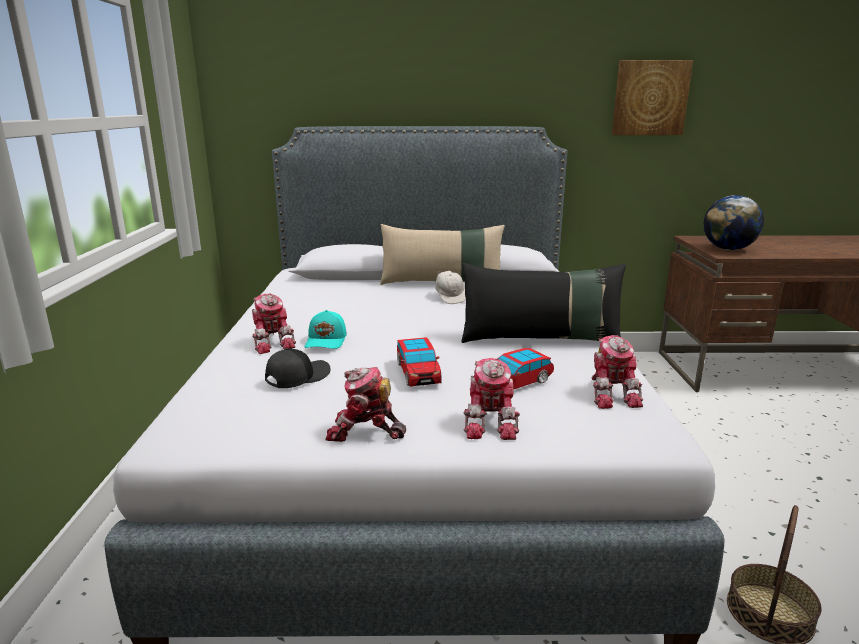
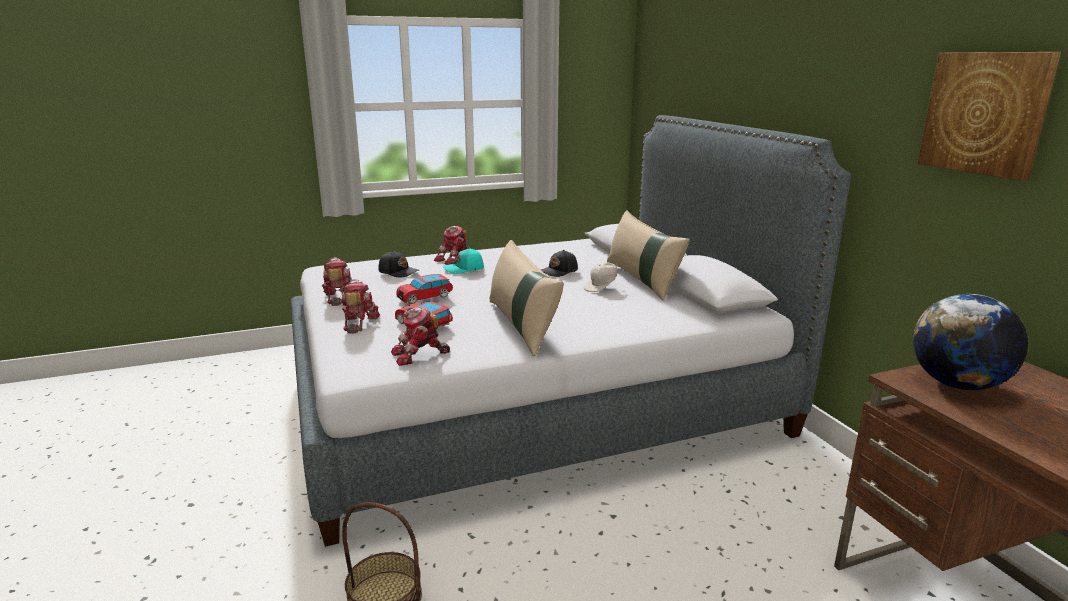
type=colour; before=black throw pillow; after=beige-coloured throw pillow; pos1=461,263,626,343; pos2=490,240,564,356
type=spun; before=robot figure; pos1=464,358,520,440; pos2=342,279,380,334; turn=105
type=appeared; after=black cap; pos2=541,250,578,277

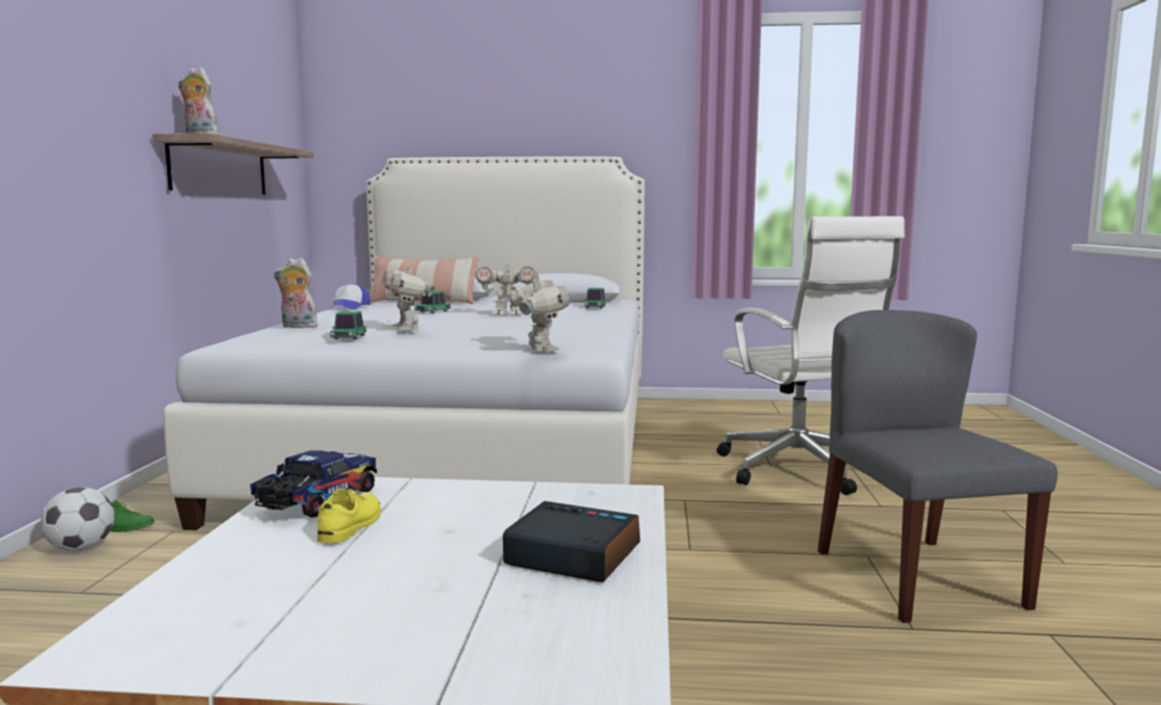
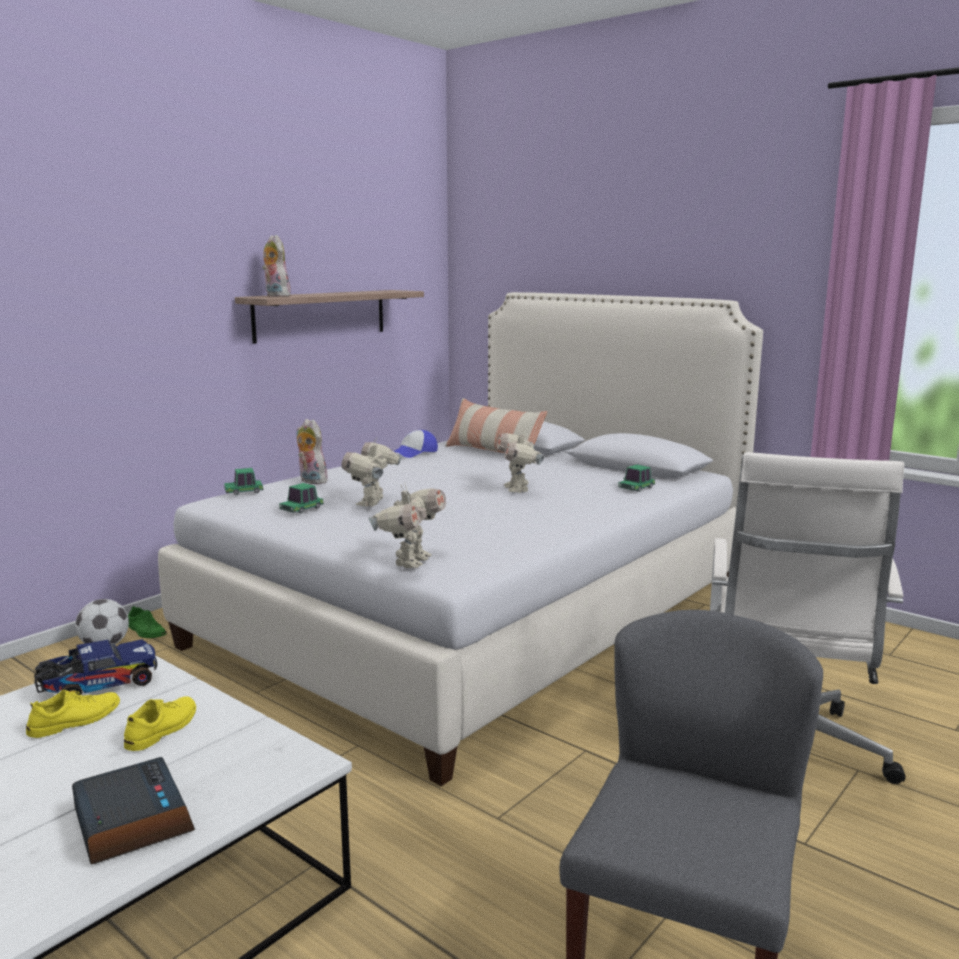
type=relocated; before=miniature car; pos1=415,291,451,313; pos2=224,468,264,495
type=spun; before=robot figure; pos1=475,258,539,315; pos2=497,429,544,493; turn=45
type=appeared; after=yellow item of footwear; pos2=124,696,196,751

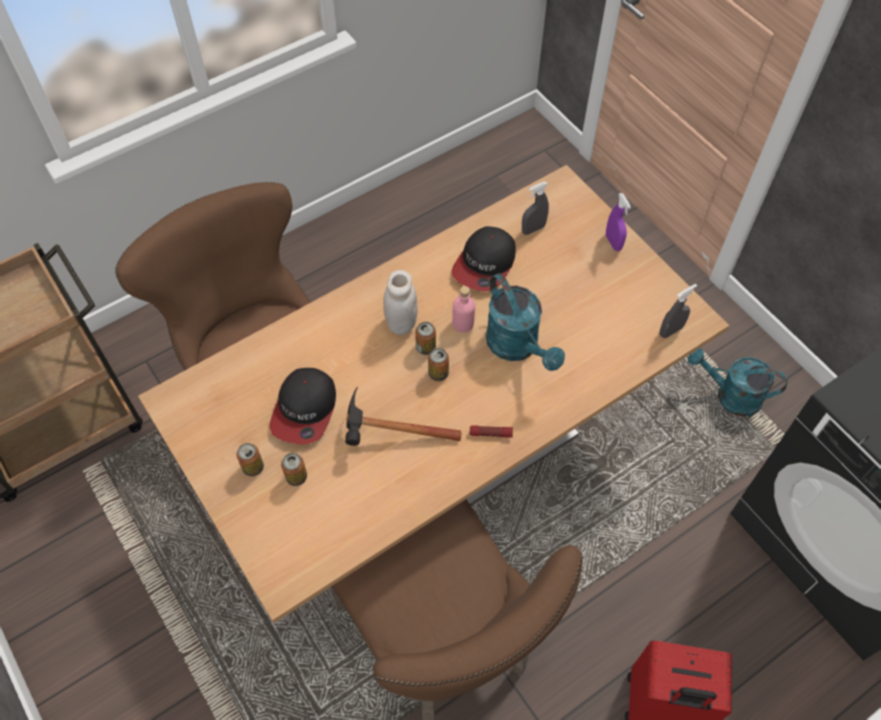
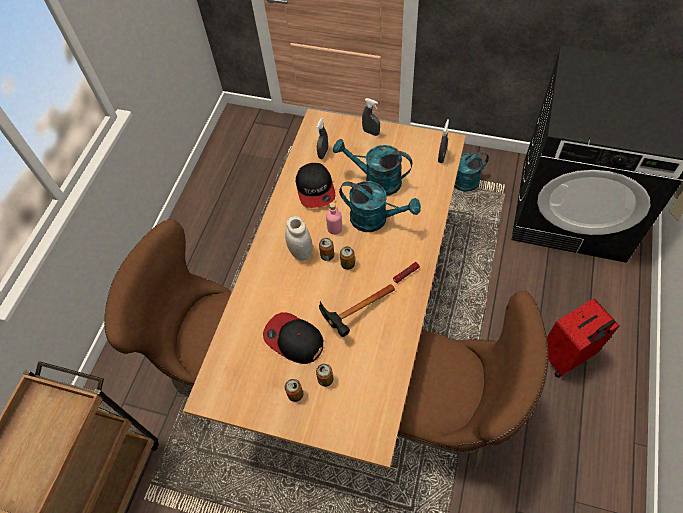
type=spun; before=cap; pos1=270,368,336,444; pos2=263,312,323,364; turn=150
type=colour; before=purple-coloured hand sprayer; after=grey hand sprayer; pos1=606,193,631,251; pos2=362,98,380,136
type=appeared; after=turquoise-coloured sprinkling can; pos2=333,139,412,196

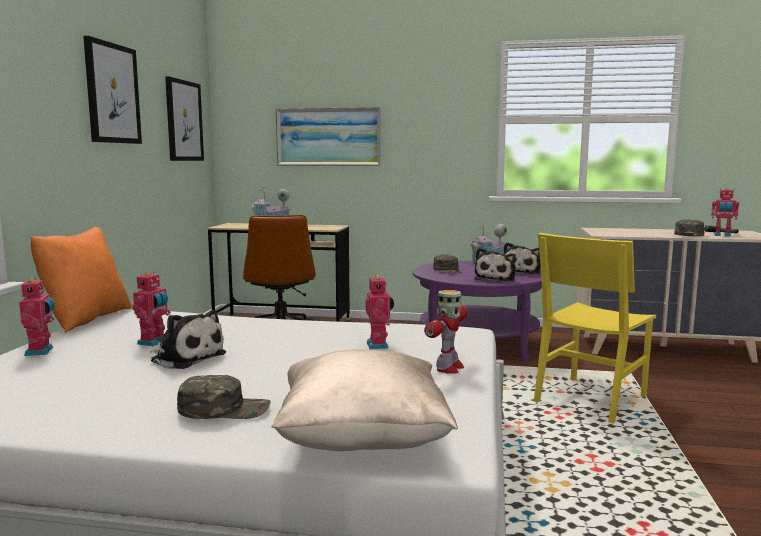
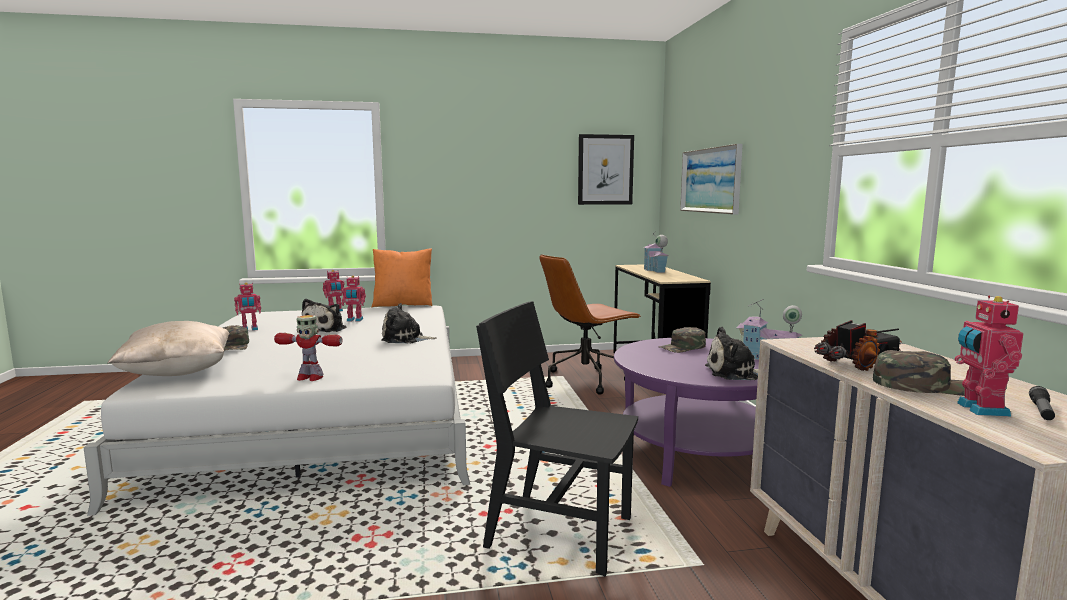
type=missing; before=wall picture; pos1=83,36,142,144
type=relocated; before=robot figure; pos1=366,275,394,349; pos2=234,283,261,331
type=relocated; before=soft toy; pos1=475,248,516,281; pos2=381,303,437,343
type=colour; before=yellow upright chair; after=black upright chair; pos1=534,233,656,423; pos2=476,301,638,577
type=appeared; after=toy lorry; pos2=814,320,903,371

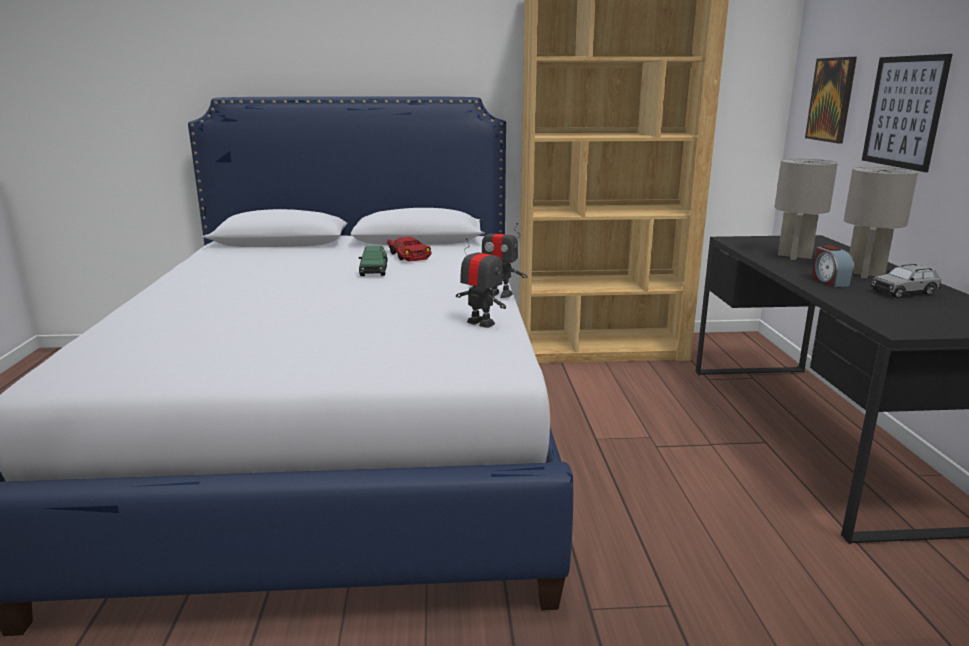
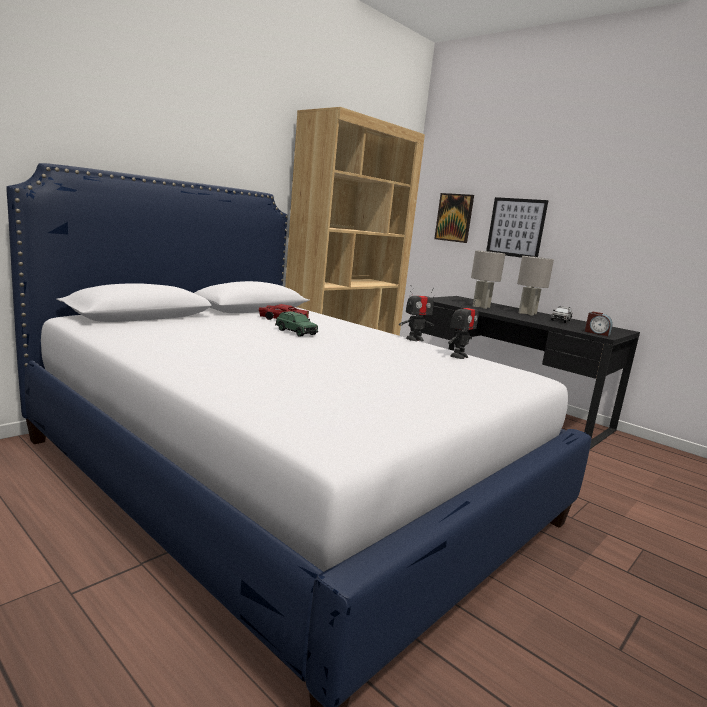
type=spun; before=robot figure; pos1=456,238,506,328; pos2=448,298,479,359; turn=135
type=relocated; before=alarm clock; pos1=812,245,854,287; pos2=585,312,613,336

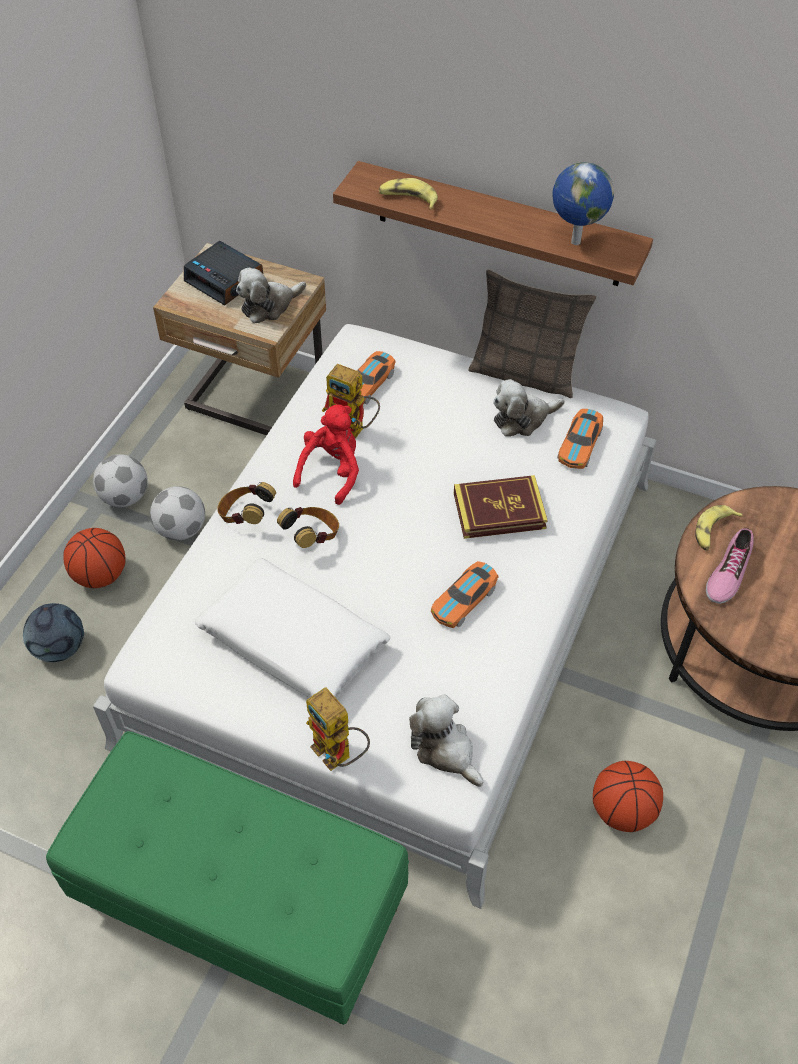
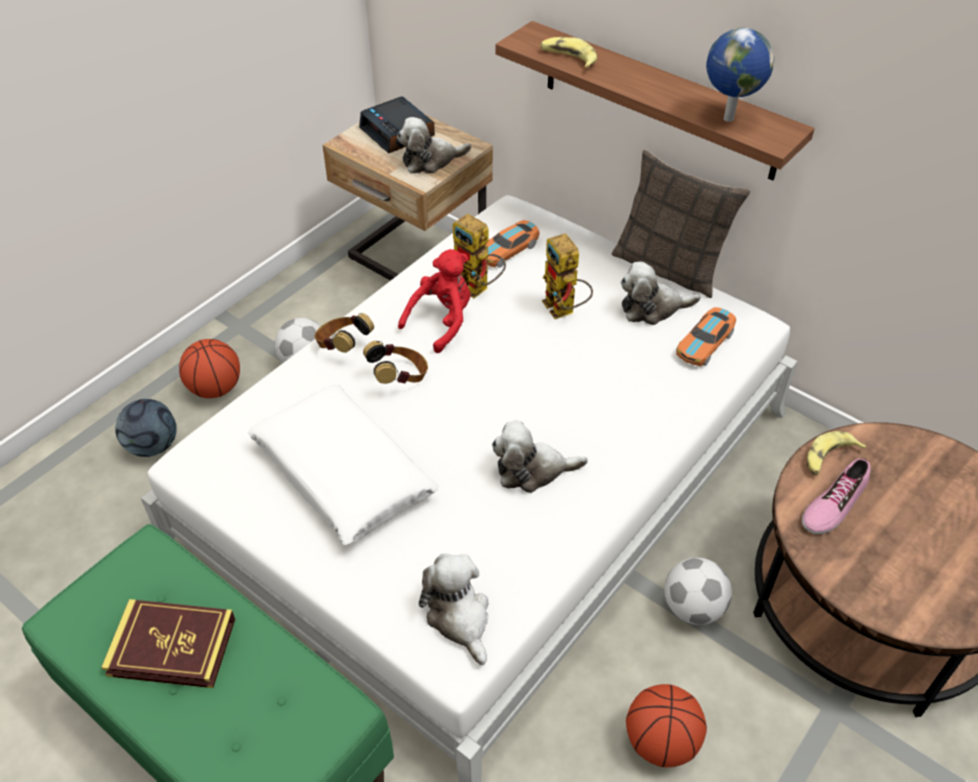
type=relocated; before=ball for football; pos1=93,454,148,507; pos2=664,558,732,625
type=relocated; before=robot figure; pos1=306,688,370,771; pos2=542,233,593,319
type=exchanged; before=miniature car; after=soft toy; pos1=431,561,499,628; pos2=492,421,588,493
type=relocated; before=book; pos1=454,475,548,539; pos2=101,599,235,688

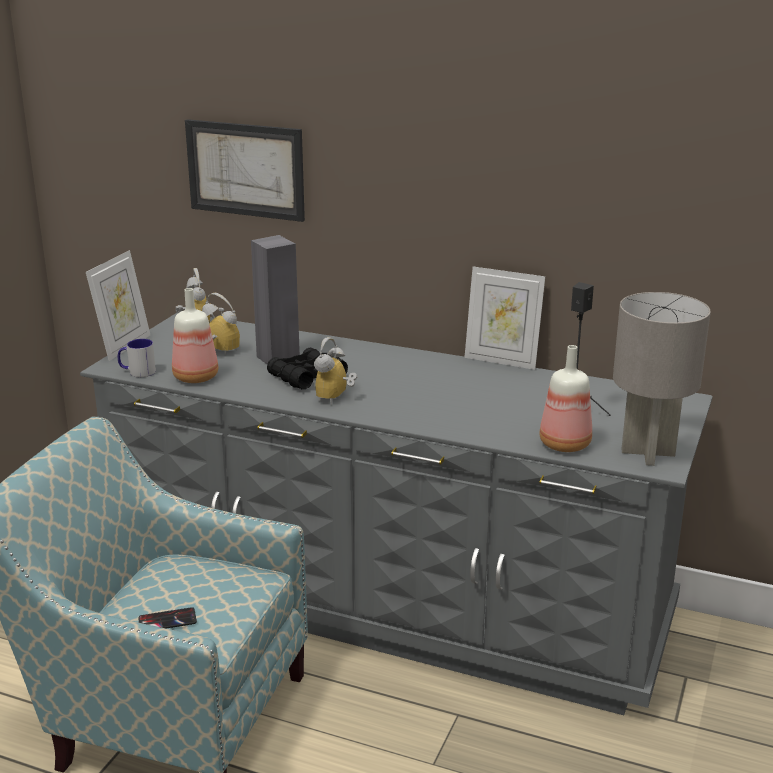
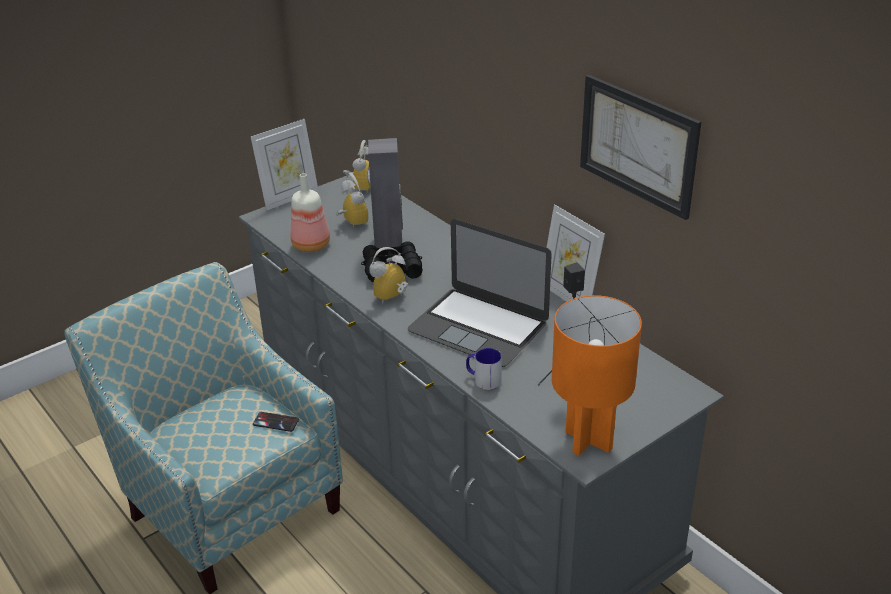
type=relocated; before=mug; pos1=118,339,156,377; pos2=466,348,502,390
type=relocated; before=telephone; pos1=138,607,197,629; pos2=253,412,299,432
type=relocated; before=wall picture; pos1=185,119,305,222; pos2=580,75,701,220
type=missing; before=bottle; pos1=540,345,592,452
type=colour; before=grey table lamp; after=orange table lamp; pos1=613,292,711,466; pos2=552,295,642,456
type=appeared; after=portable computer; pos2=408,219,552,367

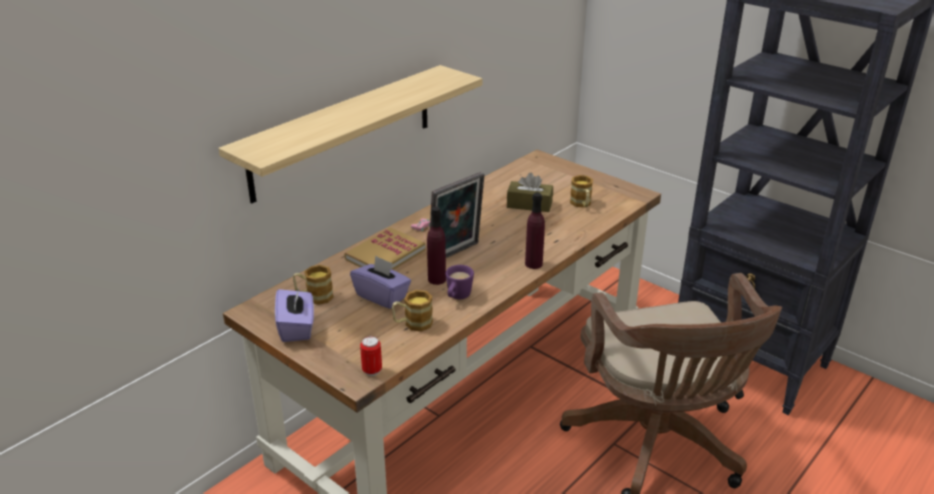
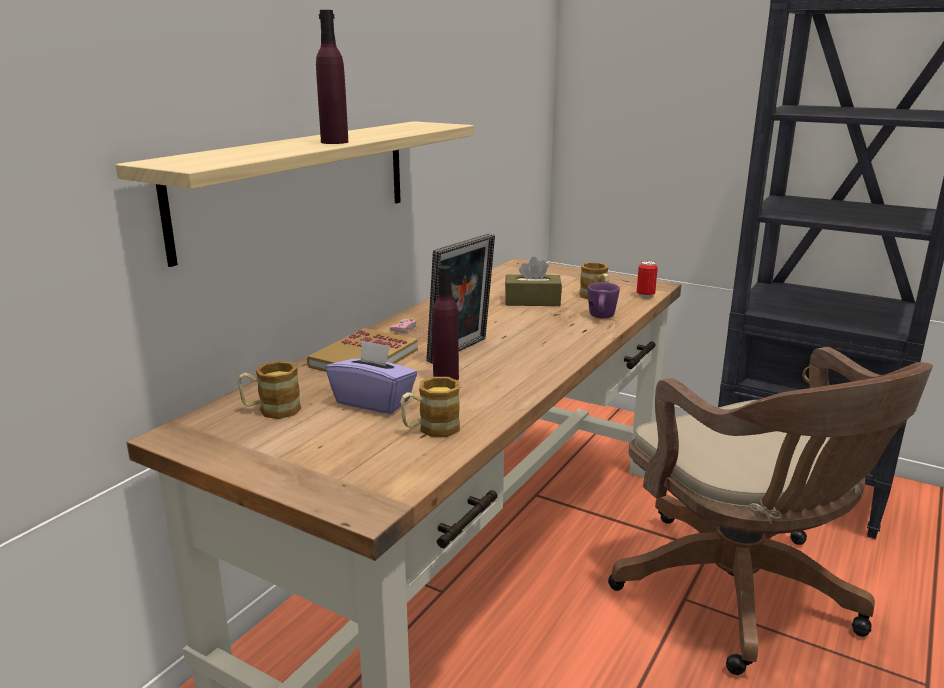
type=missing; before=purple-coloured tissue box; pos1=275,285,314,342
type=relocated; before=metal can; pos1=360,336,382,376; pos2=637,261,658,298
type=relocated; before=purple-coloured mug; pos1=446,265,474,299; pos2=587,282,620,319
type=relocated; before=purple-coloured bottle; pos1=525,193,545,269; pos2=316,10,348,144

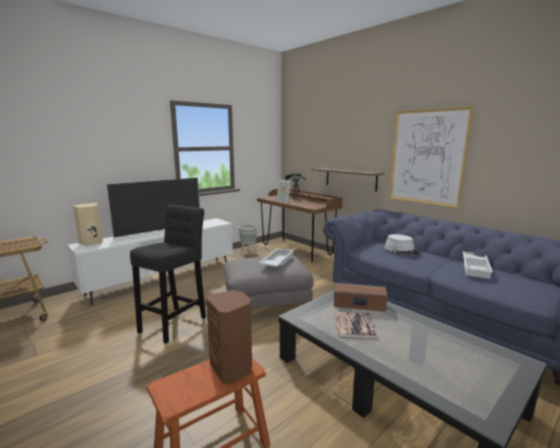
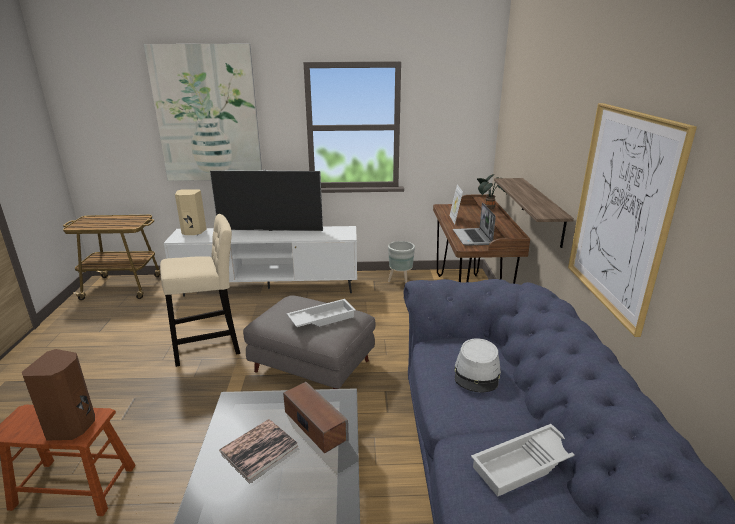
type=colour; before=black stool; after=beige-coloured stool; pos1=130,205,206,343; pos2=160,214,240,367
type=appeared; after=wall picture; pos2=143,44,262,181
type=appeared; after=portable computer; pos2=453,203,496,246

